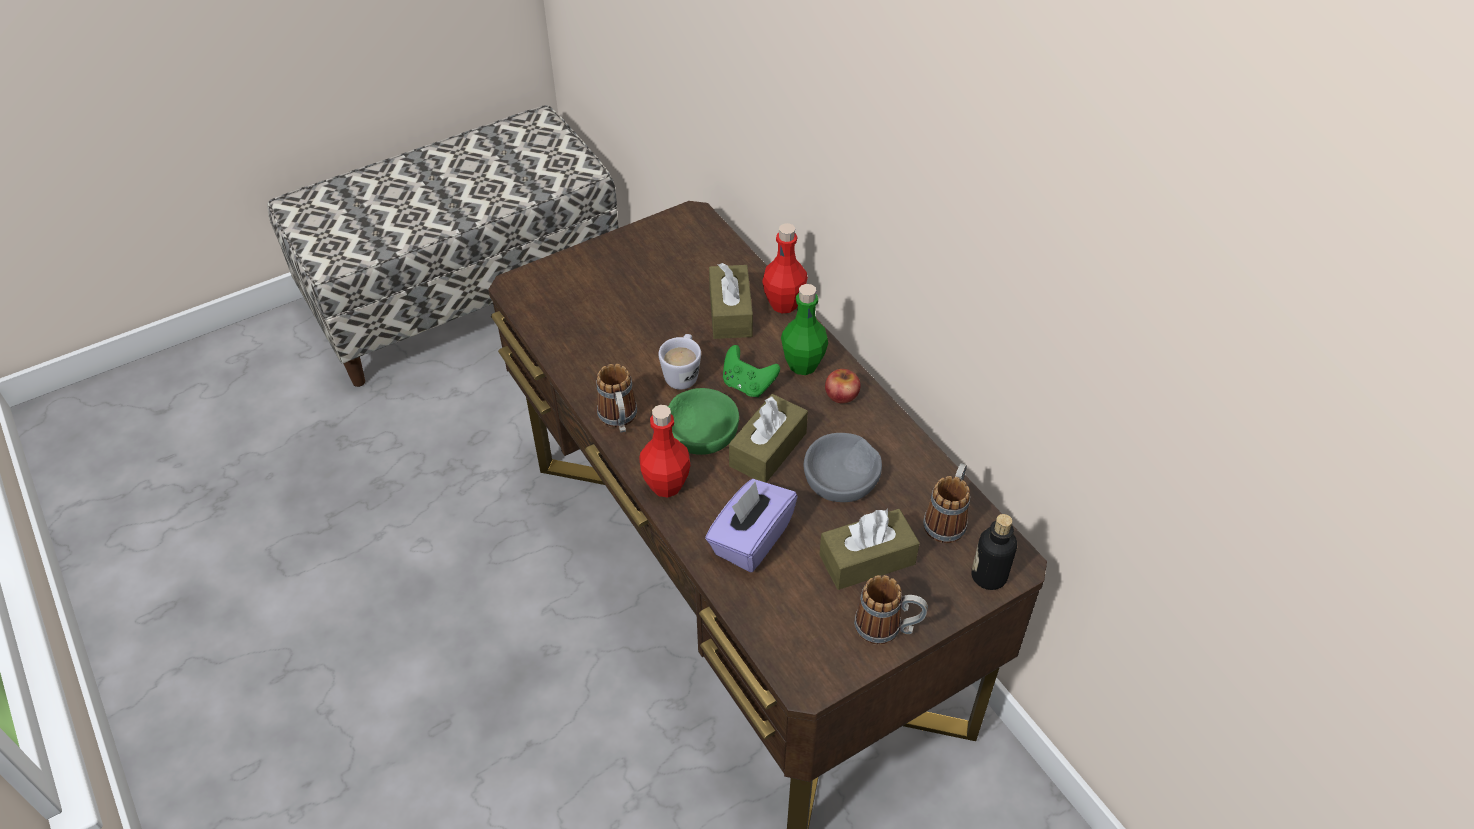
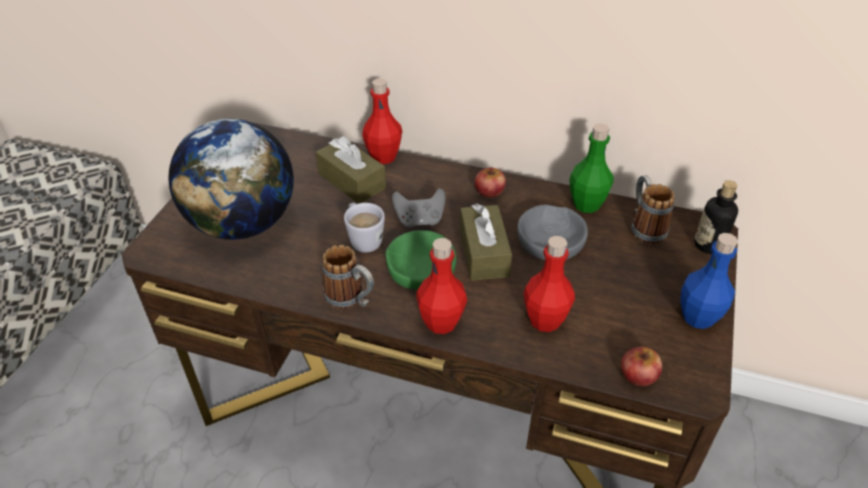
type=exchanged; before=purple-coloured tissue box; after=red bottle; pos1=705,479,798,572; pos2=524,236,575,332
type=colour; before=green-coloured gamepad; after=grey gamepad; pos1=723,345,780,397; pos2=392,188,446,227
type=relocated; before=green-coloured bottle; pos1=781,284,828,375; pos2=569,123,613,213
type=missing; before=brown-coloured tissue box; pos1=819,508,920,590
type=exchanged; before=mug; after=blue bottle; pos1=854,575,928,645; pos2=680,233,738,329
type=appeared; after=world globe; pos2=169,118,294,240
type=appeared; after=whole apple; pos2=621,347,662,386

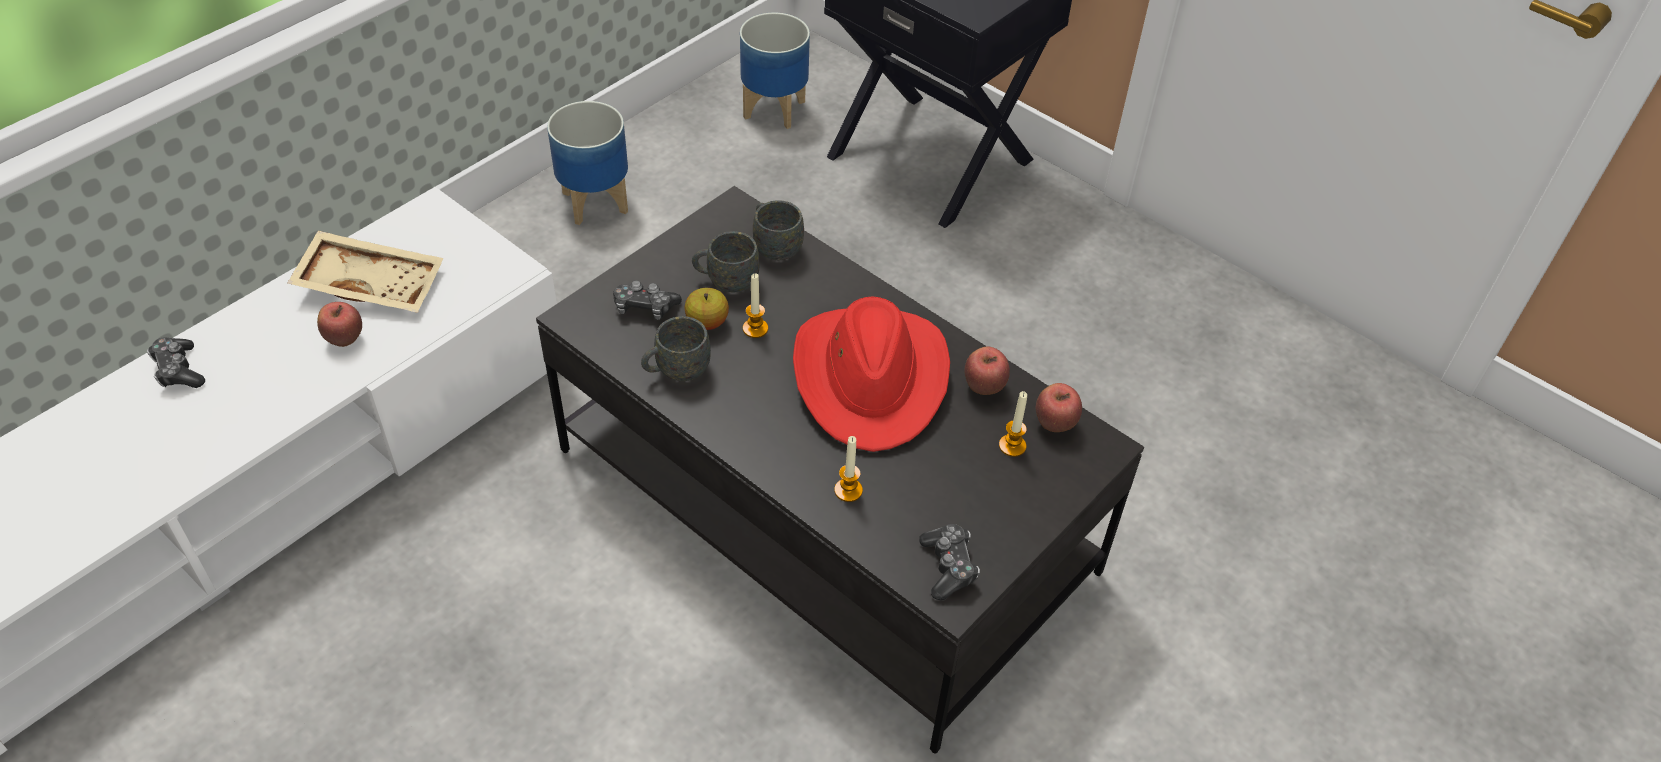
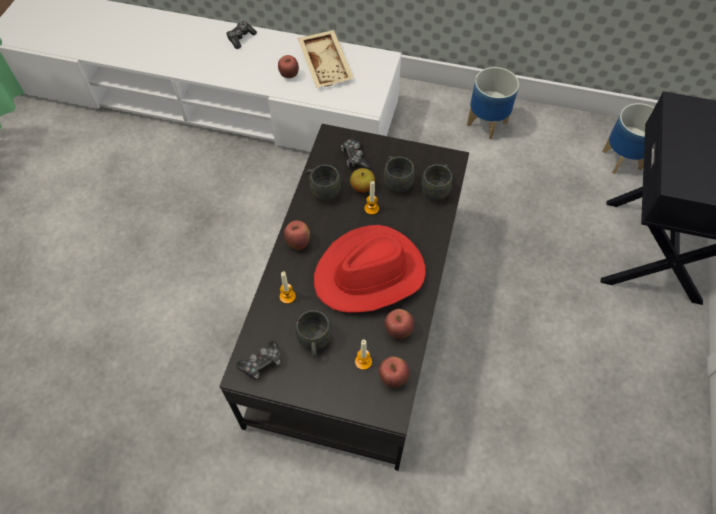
type=appeared; after=whole apple; pos2=284,220,310,250
type=appeared; after=grey mug; pos2=295,310,331,358

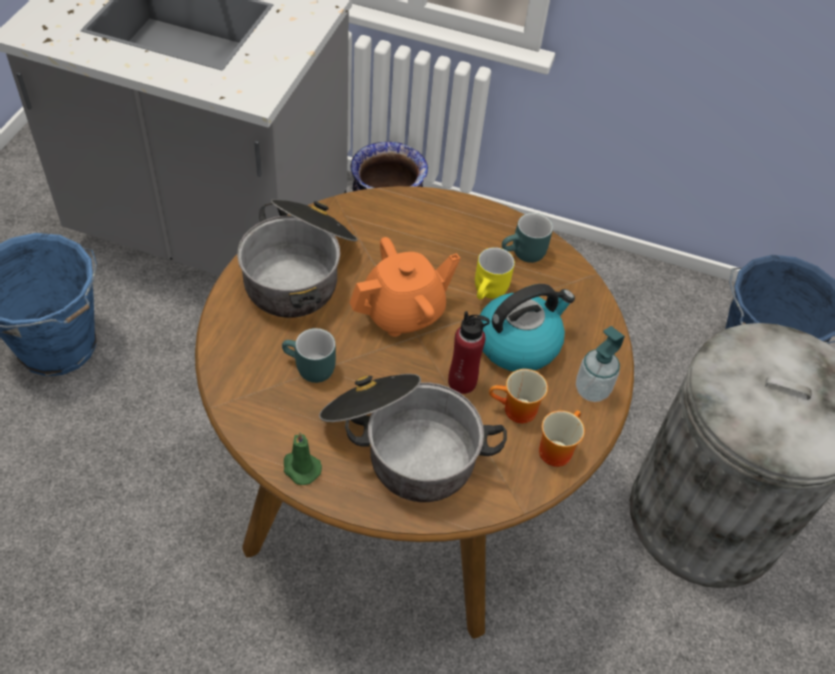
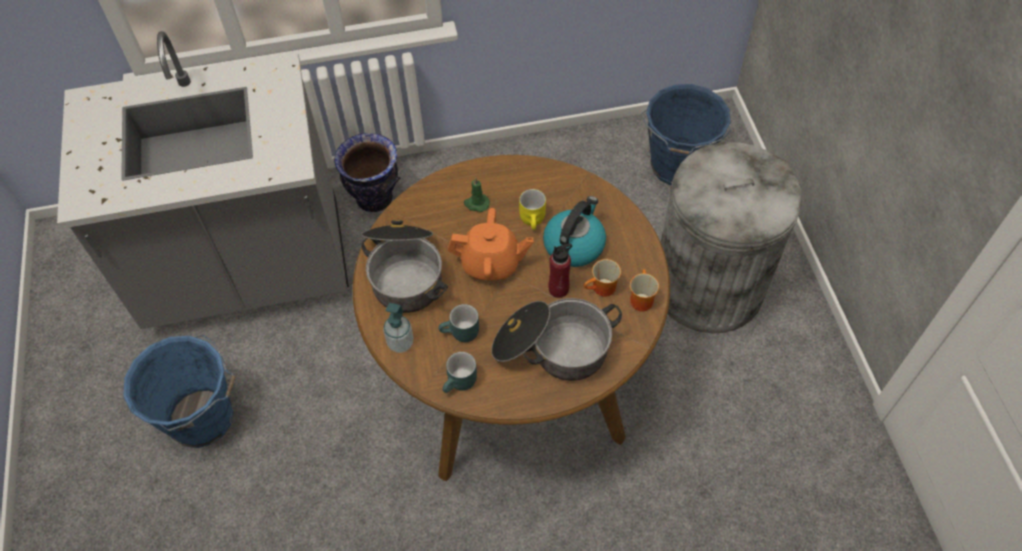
type=relocated; before=green-coloured wax candle; pos1=284,432,322,485; pos2=464,177,490,212
type=spun; before=orange pot for tea; pos1=349,237,460,337; pos2=448,208,533,280; turn=60
type=relocated; before=turquoise-coloured mug; pos1=502,213,553,263; pos2=442,352,477,393
type=relocated; before=liquid soap bottle; pos1=576,326,625,402; pos2=383,303,414,353

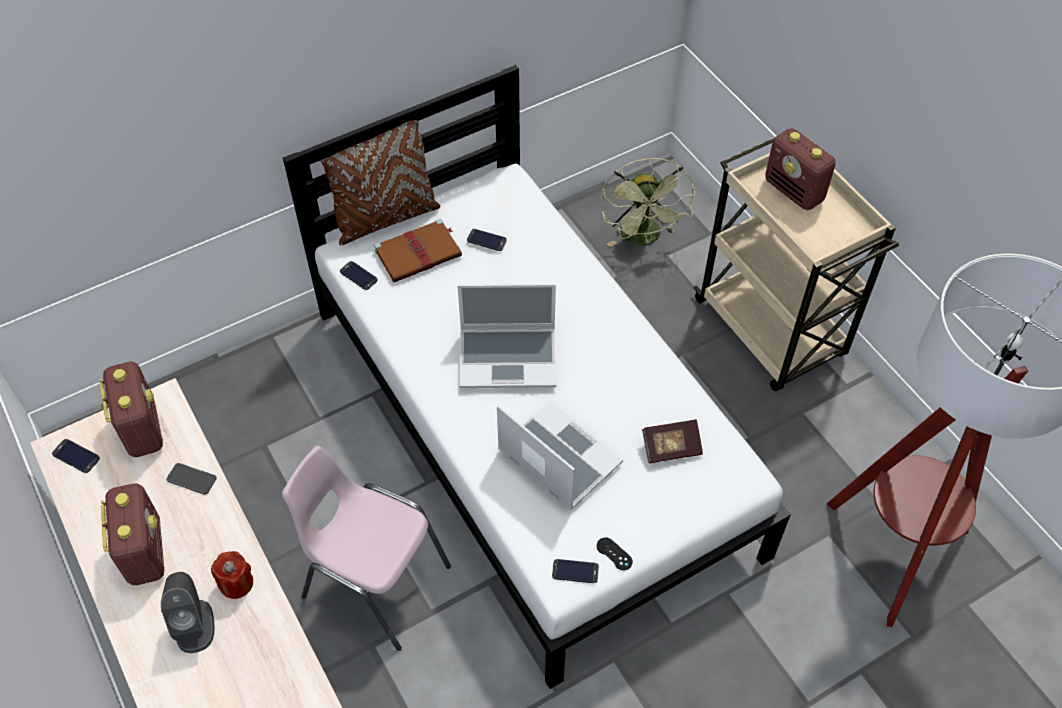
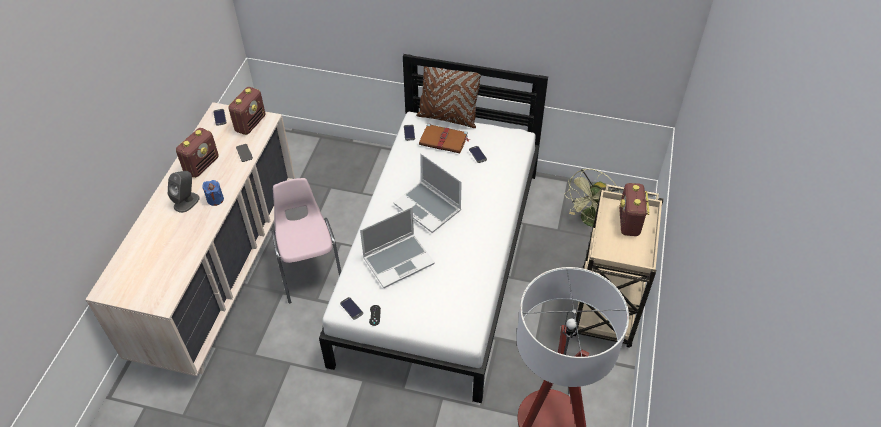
type=colour; before=red wax candle; after=blue wax candle; pos1=211,551,253,599; pos2=202,180,224,206
type=spun; before=portable computer; pos1=497,401,623,510; pos2=360,207,435,288; turn=60
type=missing; before=book; pos1=642,419,703,464

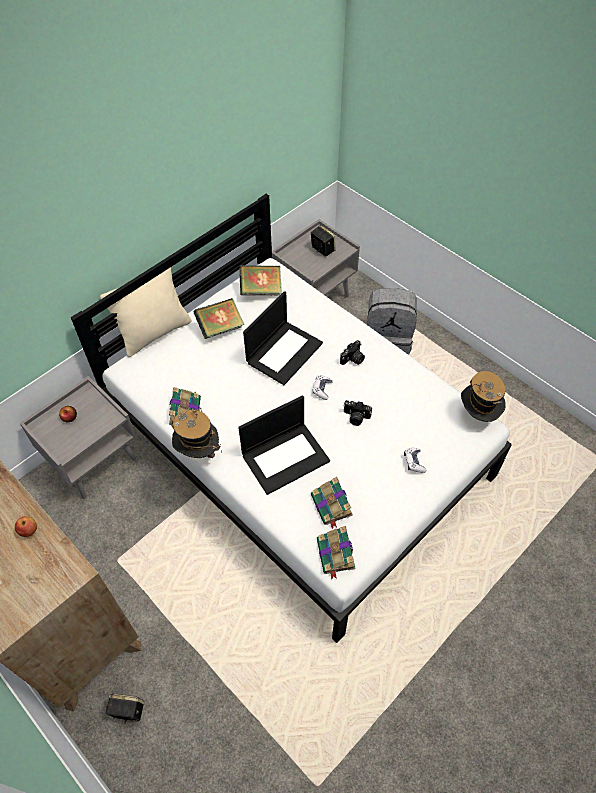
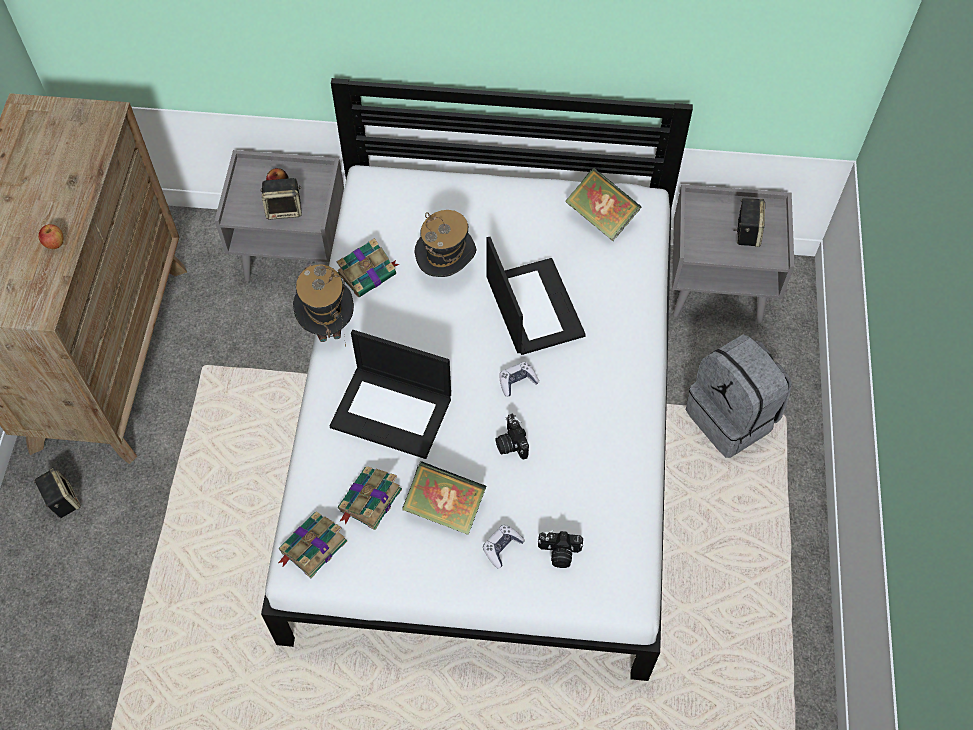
type=missing; before=beige-coloured throw pillow; pos1=100,267,191,357
type=relocated; before=book; pos1=194,298,244,339; pos2=402,461,486,535
type=spun; before=portable computer; pos1=243,291,323,385; pos2=487,237,586,355; turn=-105
type=relocated; before=still camera; pos1=340,340,365,365; pos2=538,530,583,568
type=relocated; before=wearable hat; pos1=461,371,506,422; pos2=414,210,476,277
type=appeared; after=loudspeaker; pos2=260,178,302,220

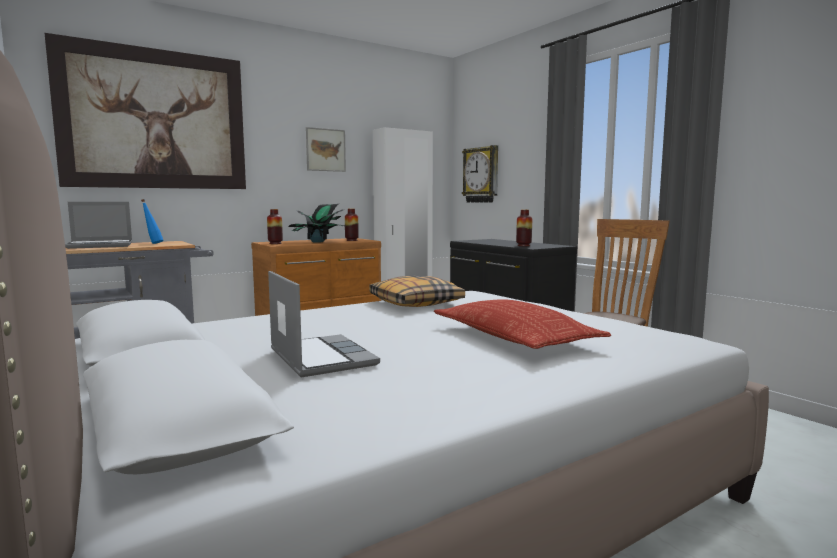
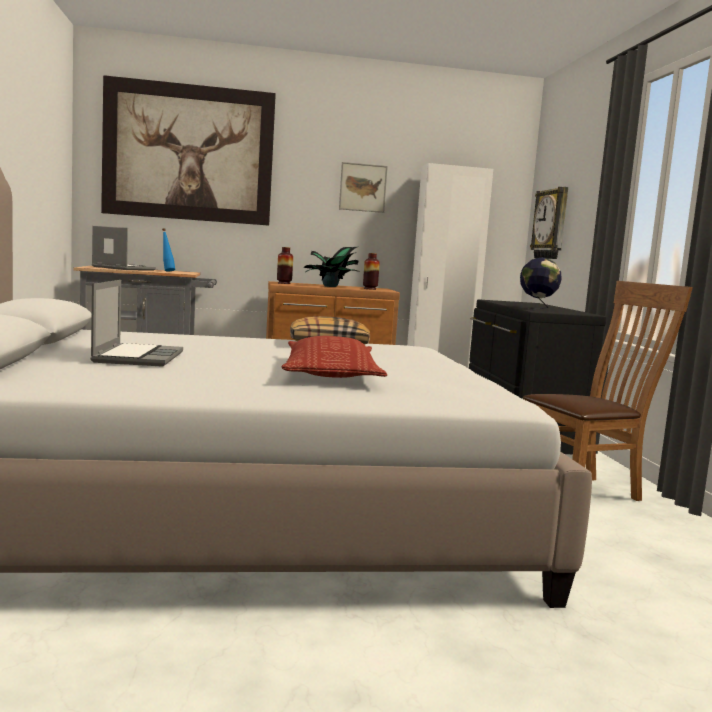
type=spun; before=portable computer; pos1=65,202,132,249; pos2=92,226,156,271; turn=-150
type=exchanged; before=decorative vase; after=world globe; pos1=516,210,532,246; pos2=520,258,562,310

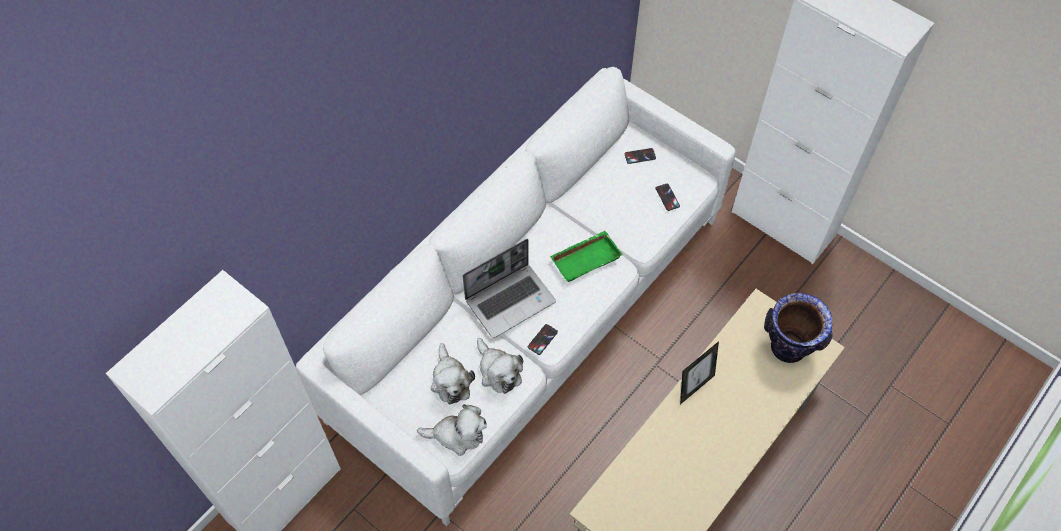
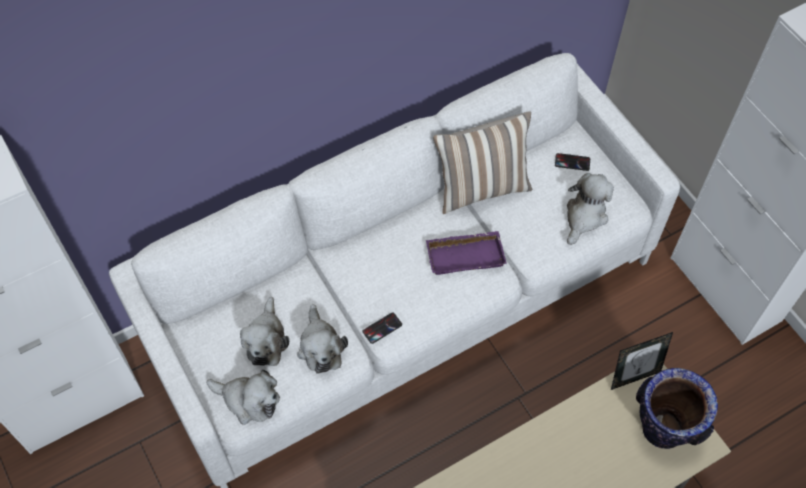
type=missing; before=portable computer; pos1=463,239,556,338
type=colour; before=green-coloured carrying tray; after=purple-coloured carrying tray; pos1=550,231,623,282; pos2=426,231,507,275
type=exchanged; before=telephone; after=soft toy; pos1=655,183,680,211; pos2=567,173,614,245
type=relocated; before=picture frame; pos1=680,341,719,404; pos2=611,332,673,390
type=appeared; after=throw pillow; pos2=433,111,532,214

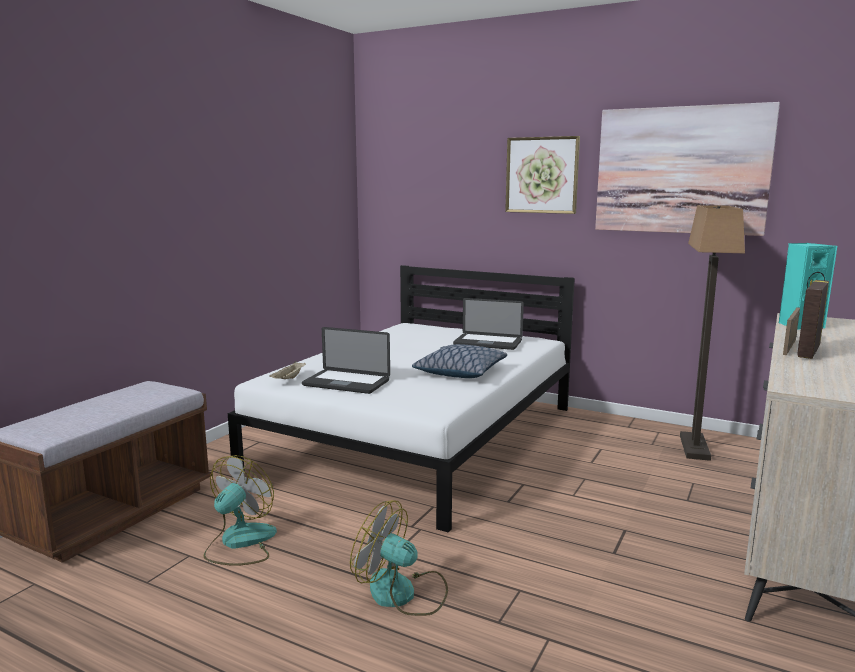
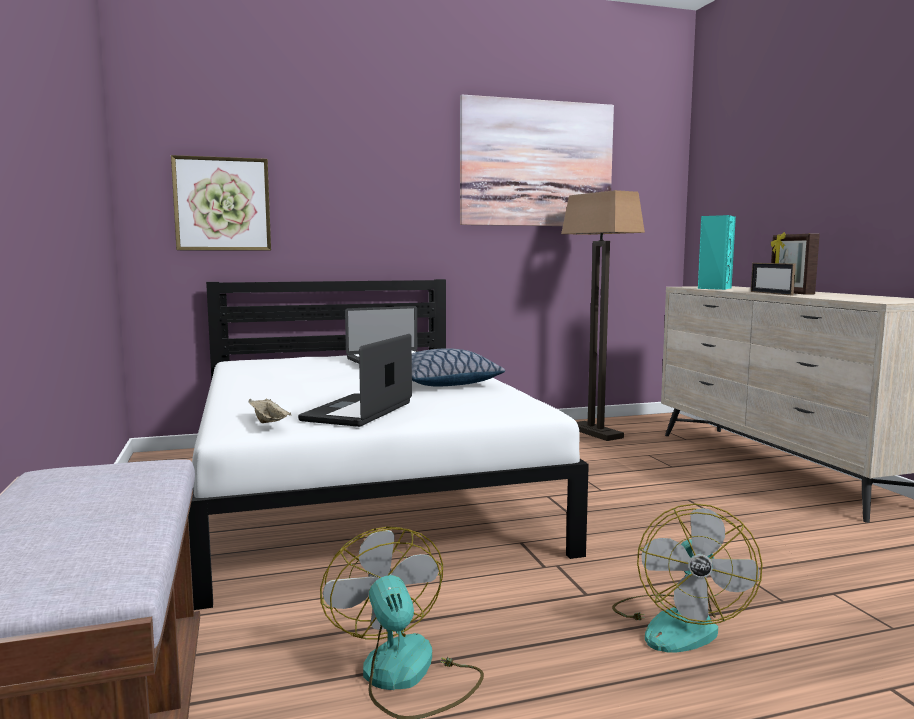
type=spun; before=portable computer; pos1=302,327,390,394; pos2=298,334,412,427; turn=135
type=spun; before=electric fan; pos1=350,501,448,616; pos2=612,503,762,653; turn=-60
type=relocated; before=wall picture; pos1=505,136,580,214; pos2=171,155,271,250

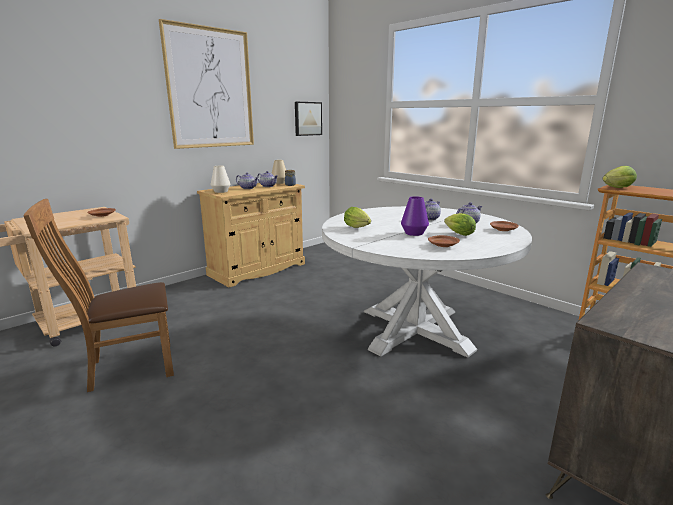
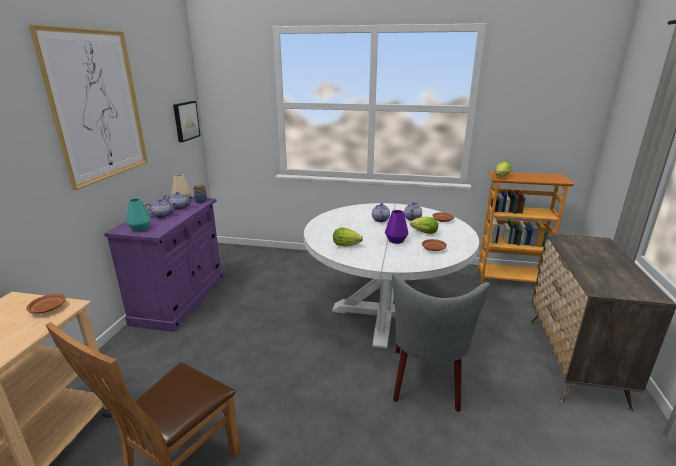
type=colour; before=beige-coloured cupboard; after=purple-coloured cupboard; pos1=197,183,305,287; pos2=104,197,224,332
type=colour; before=whitish decorative vase; after=turquoise-coloured decorative vase; pos1=210,166,230,193; pos2=126,198,151,231
type=appeared; after=grey upright chair; pos2=392,273,490,412

